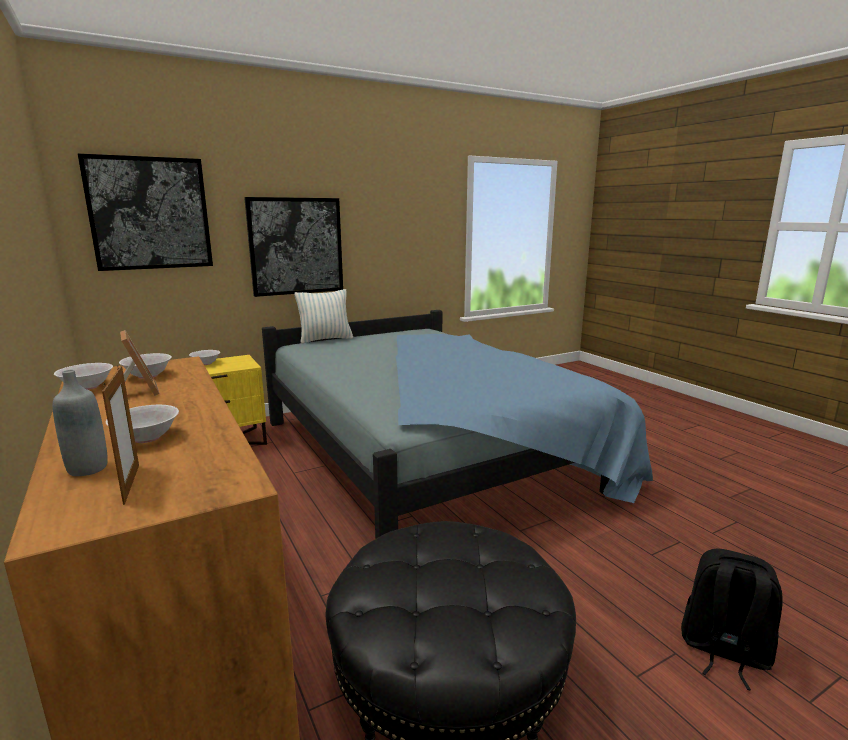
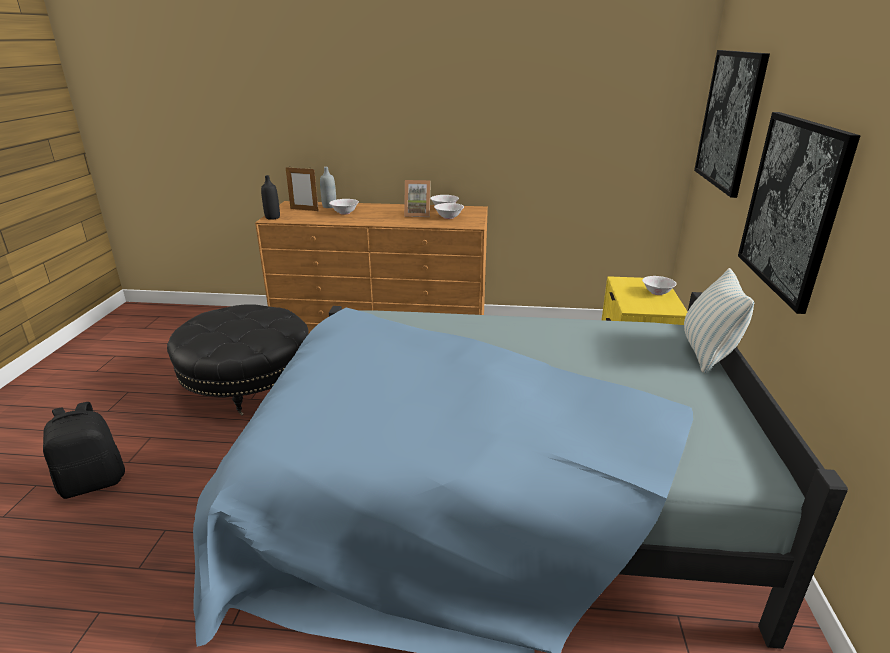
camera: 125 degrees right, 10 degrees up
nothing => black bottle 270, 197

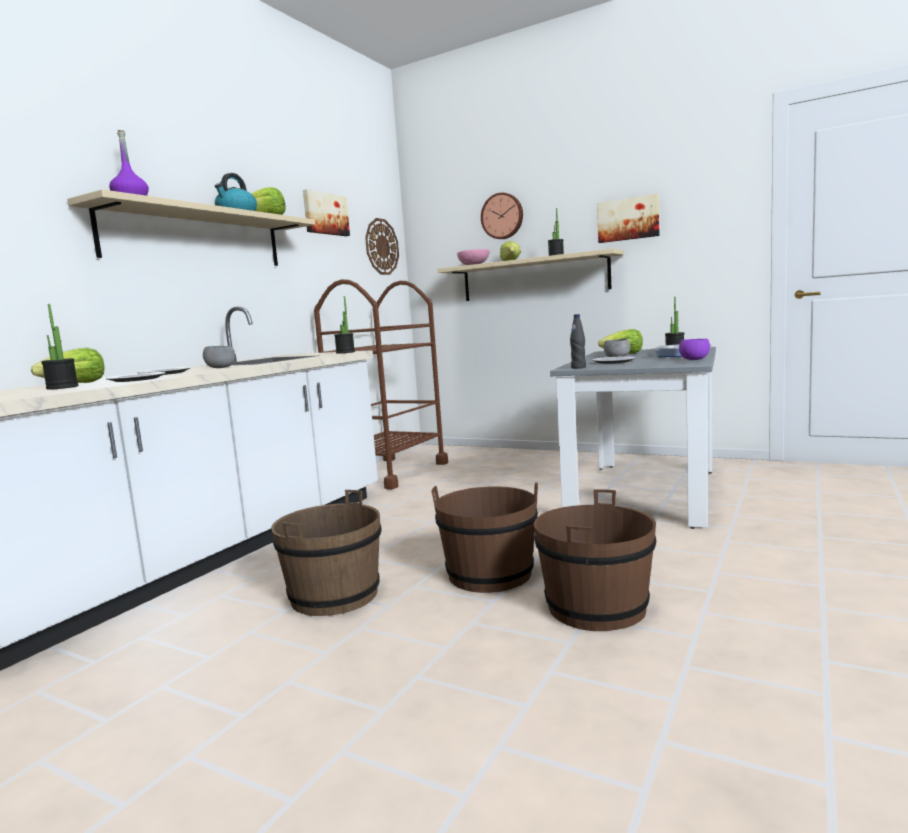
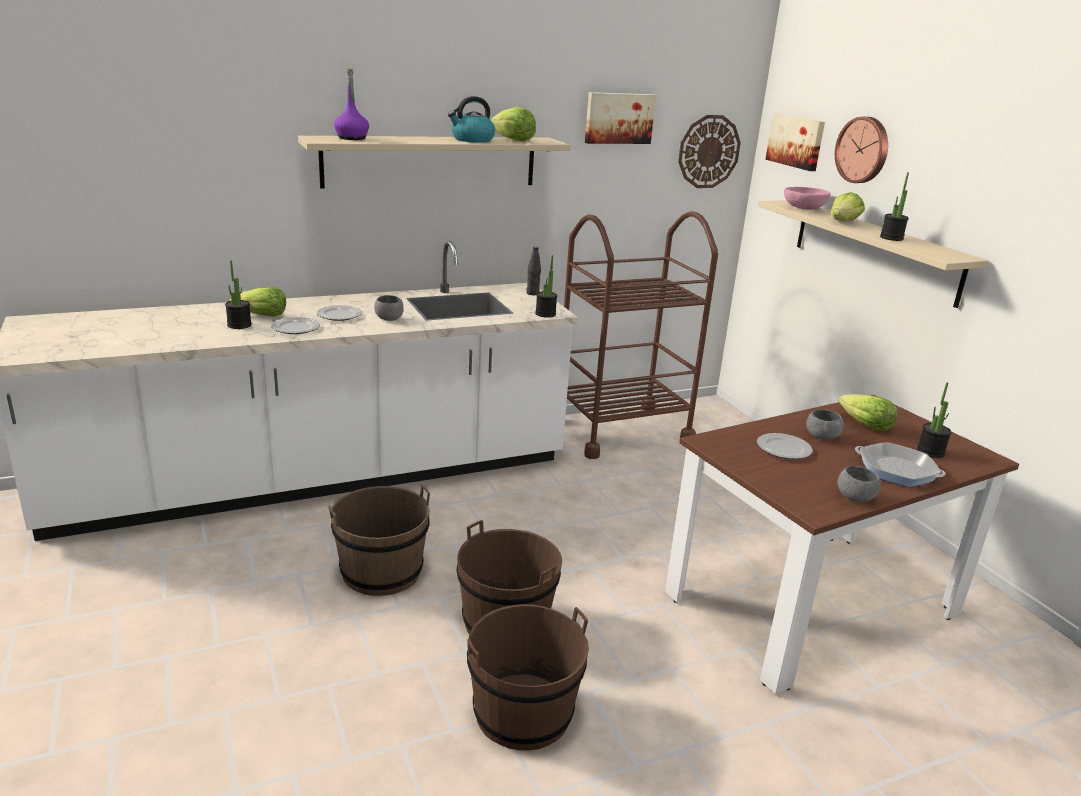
camera: 35 degrees right, 15 degrees up
black bottle 578, 341 => black bottle 533, 270, move
grey dining table 633, 438 => brown dining table 842, 544
picture 628, 218 => picture 795, 142, move
purple bowl 694, 349 => grey bowl 859, 484

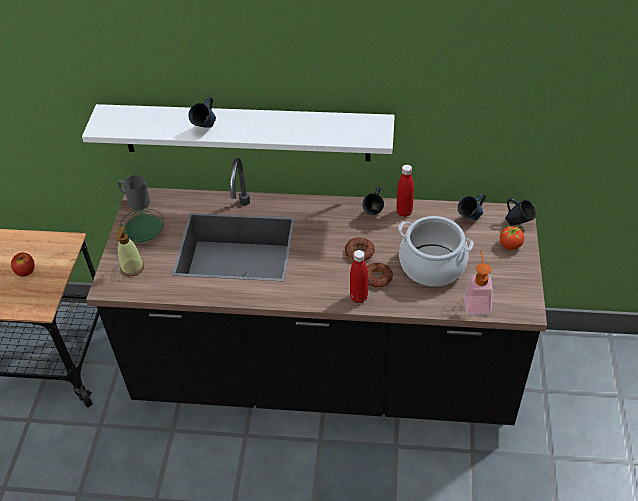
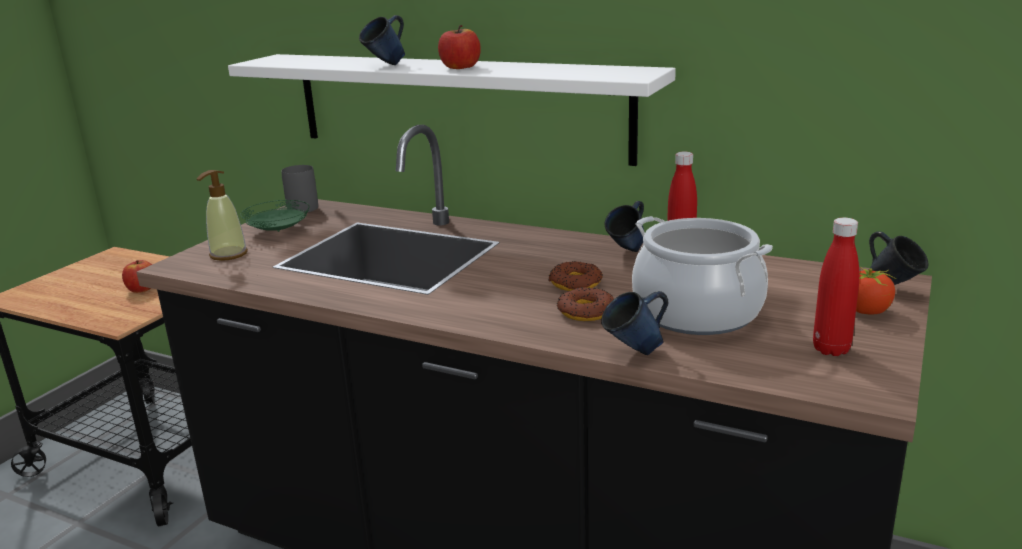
camera: 20 degrees right, 25 degrees down
nothing => apple 459, 47
blue mug 472, 207 => blue mug 634, 323, move
red bottle 359, 276 => red bottle 836, 287, move
soap dispenser 478, 282 => nothing

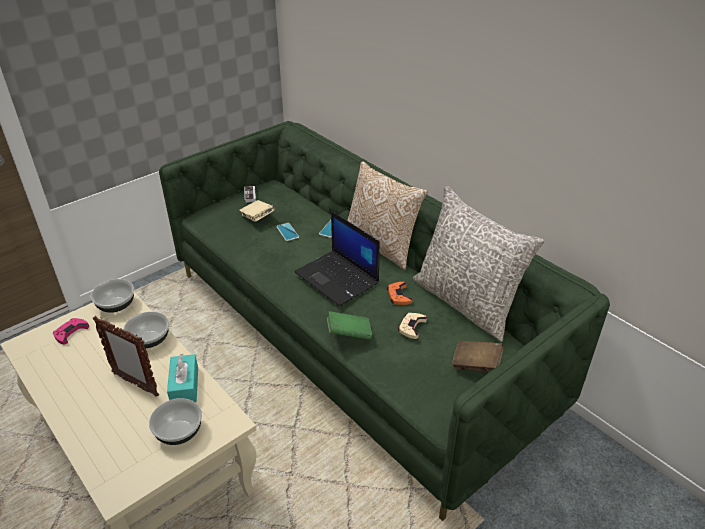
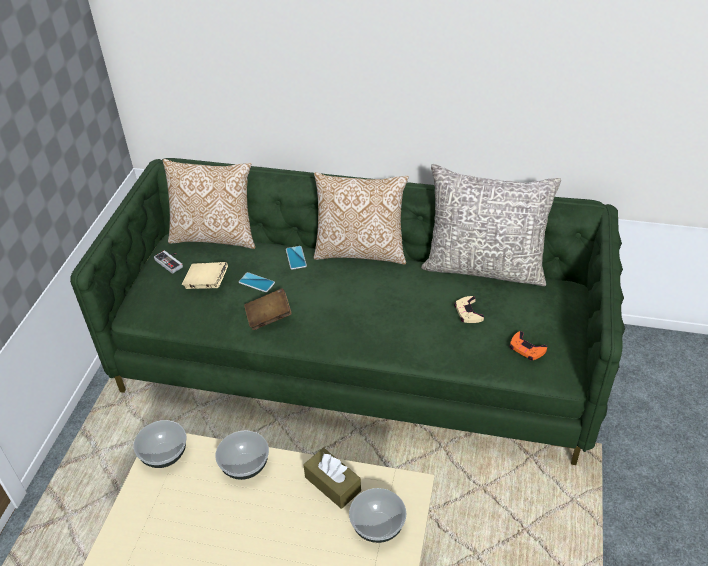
camera: 35 degrees left, 5 degrees up
nothing => pillow 209, 204
brown book 477, 356 => brown book 268, 309, move
turquoise tissue box 182, 378 => brown tissue box 332, 478
orange game controller 399, 293 => orange game controller 528, 345, move
pink game controller 71, 331 => nothing
picture frame 125, 356 => nothing
laptop 337, 258 => nothing
green book 349, 325 => nothing

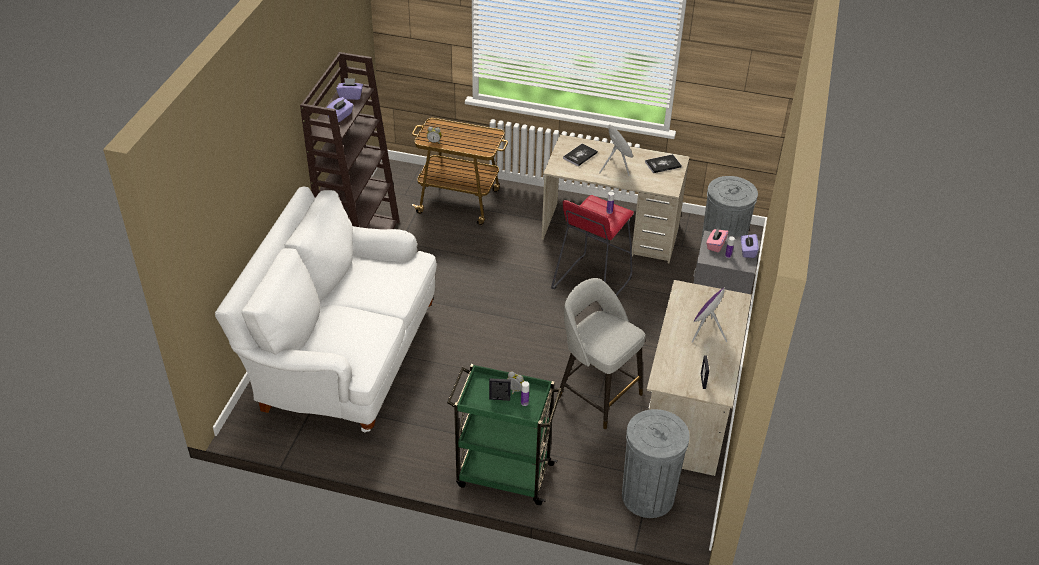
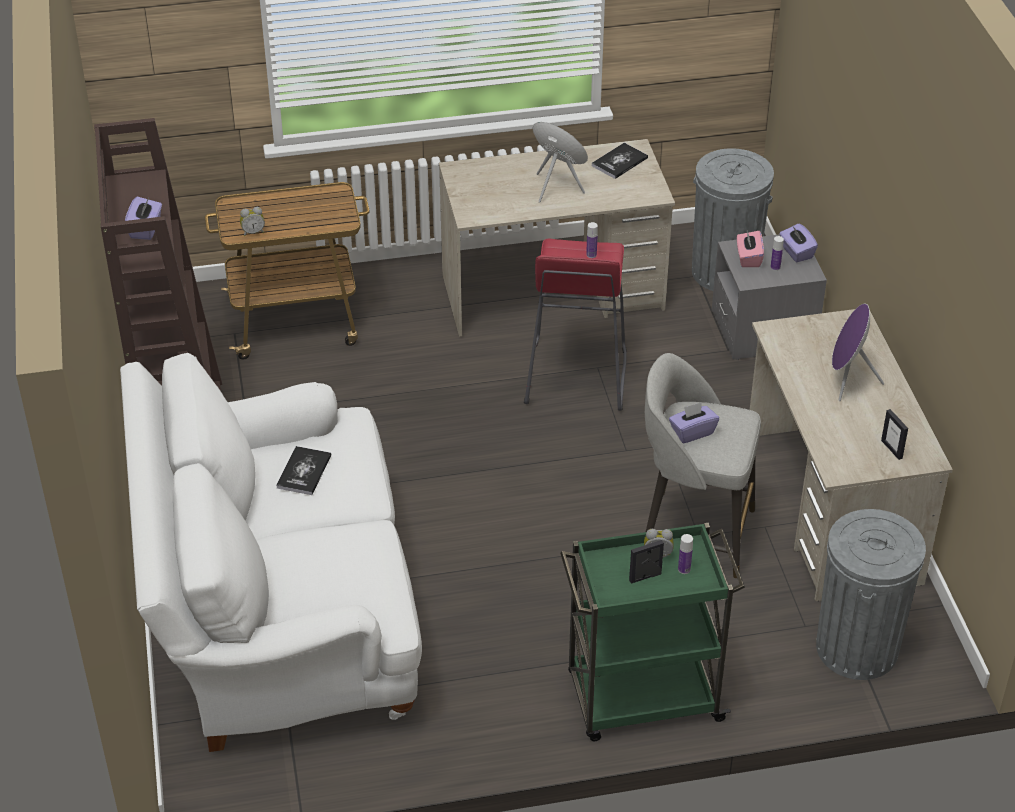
camera: 25 degrees left, 0 degrees up
book 580, 154 => book 303, 470, move
purple tissue box 349, 89 => purple tissue box 694, 422, move

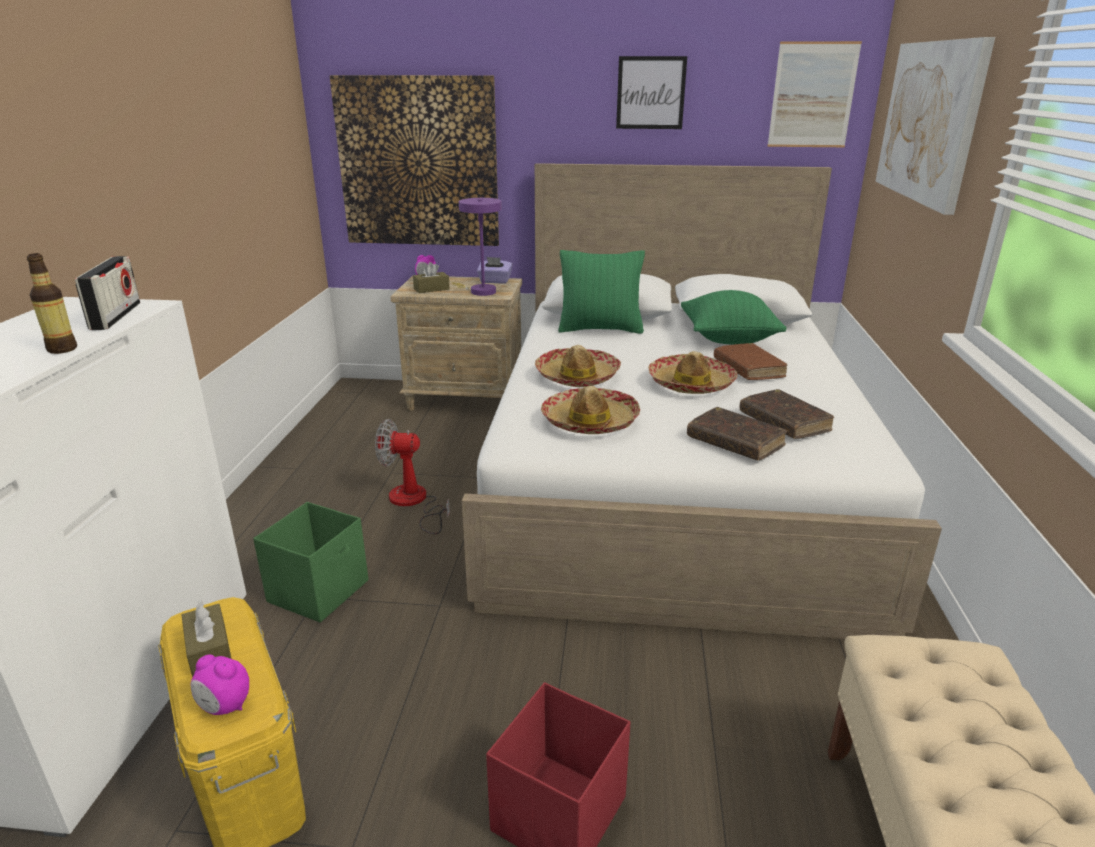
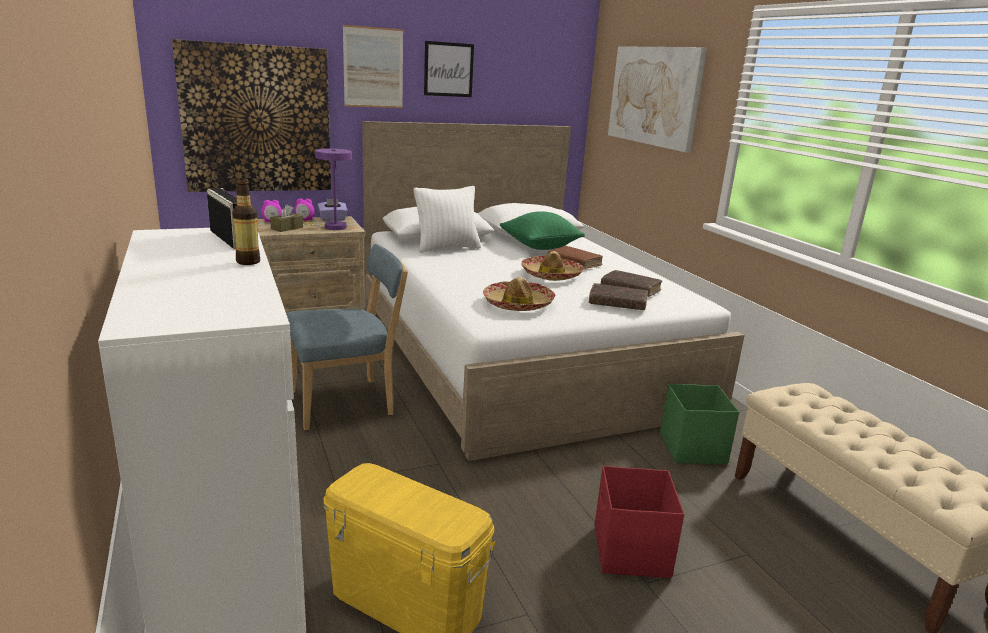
camera: 30 degrees left, 5 degrees down
fan 412, 476 => blue chair 347, 337
alarm clock 220, 684 => alarm clock 304, 209, move
picture 814, 94 => picture 373, 66, move
green pillow 601, 292 => white pillow 447, 219
green storage box 310, 562 => green storage box 699, 424, move
brown tissue box 206, 639 => nothing
hat 578, 366 => nothing

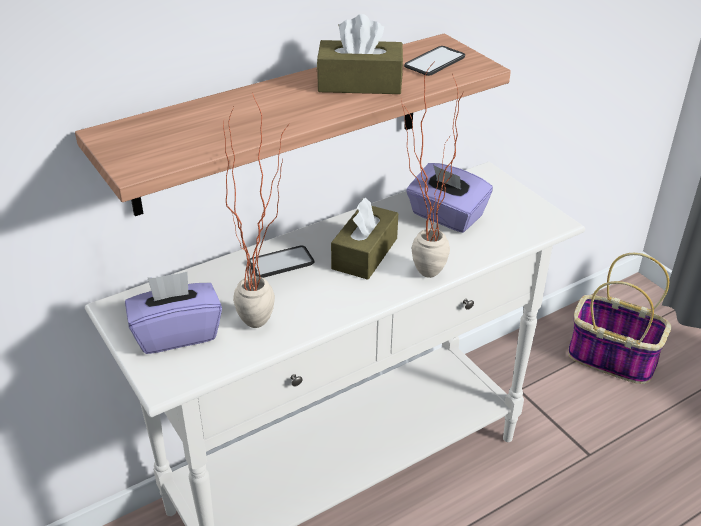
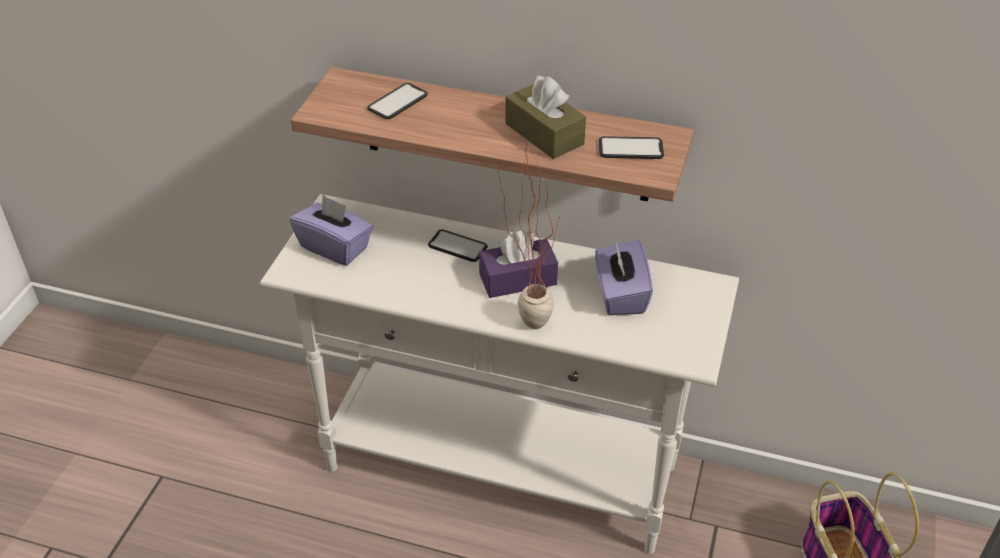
camera: 50 degrees right, 5 degrees up
nothing => phone 397, 101
brown tissue box 364, 239 => purple tissue box 518, 264
potted plant 256, 210 => nothing

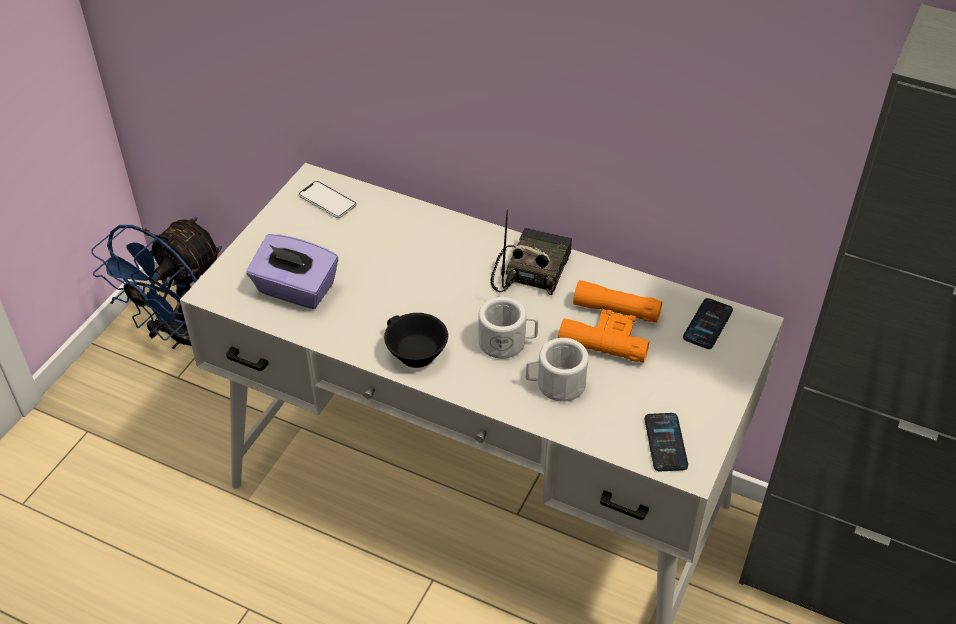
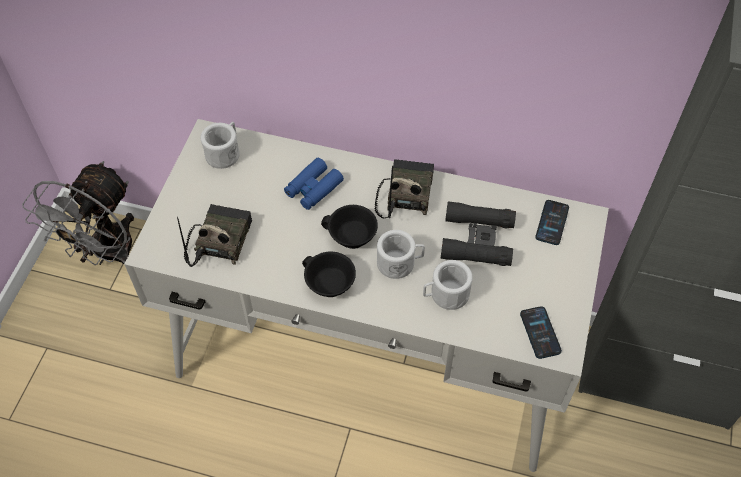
camera: 10 degrees left, 10 degrees up
blue fan 156, 283 => grey fan 78, 213
purple tissue box 292, 271 => radio 214, 235
phone 327, 199 => white mug 220, 145
nothing => blue binoculars 314, 184
nothing => black cup 349, 227
orange binoculars 610, 321 => black binoculars 478, 233

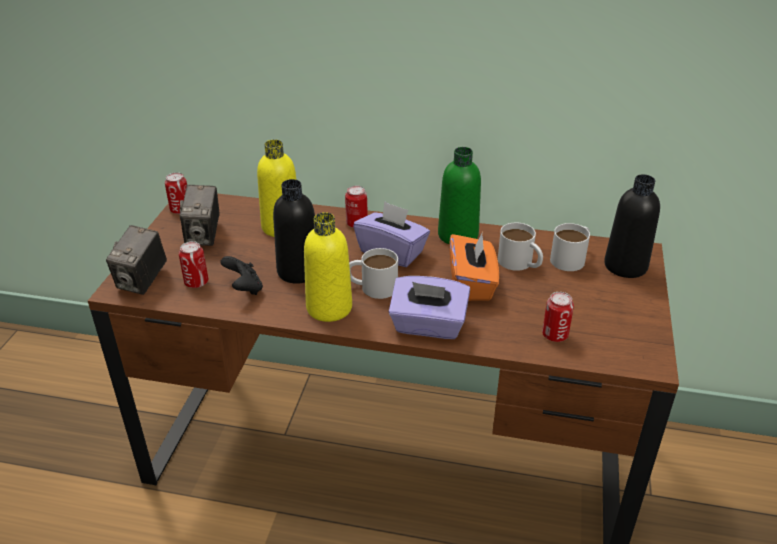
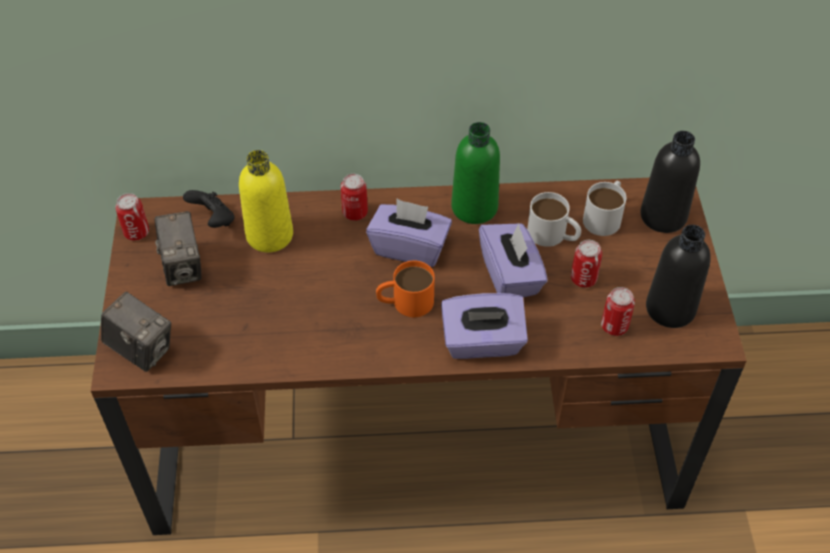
camera: 15 degrees left, 15 degrees up
photo camera 136, 260 => photo camera 136, 332, 60 degrees counterclockwise
black game controller 242, 275 => black game controller 209, 209, move
white mug 373, 273 => orange mug 405, 288
orange tissue box 474, 266 => purple tissue box 513, 260
can 193, 264 => can 586, 264, move
black bottle 294, 231 => black bottle 678, 276, move
yellow bottle 328, 267 => nothing

